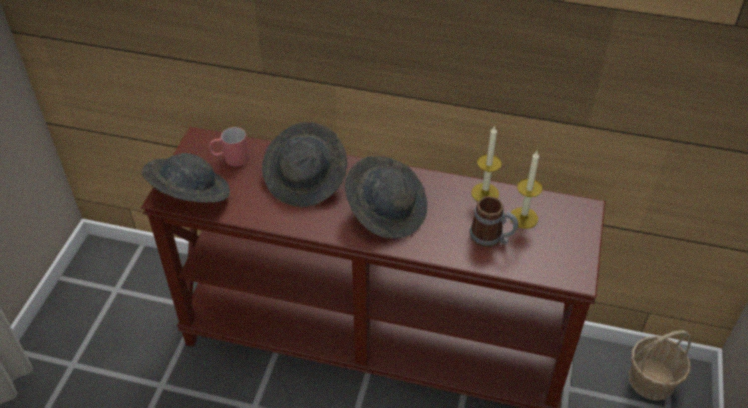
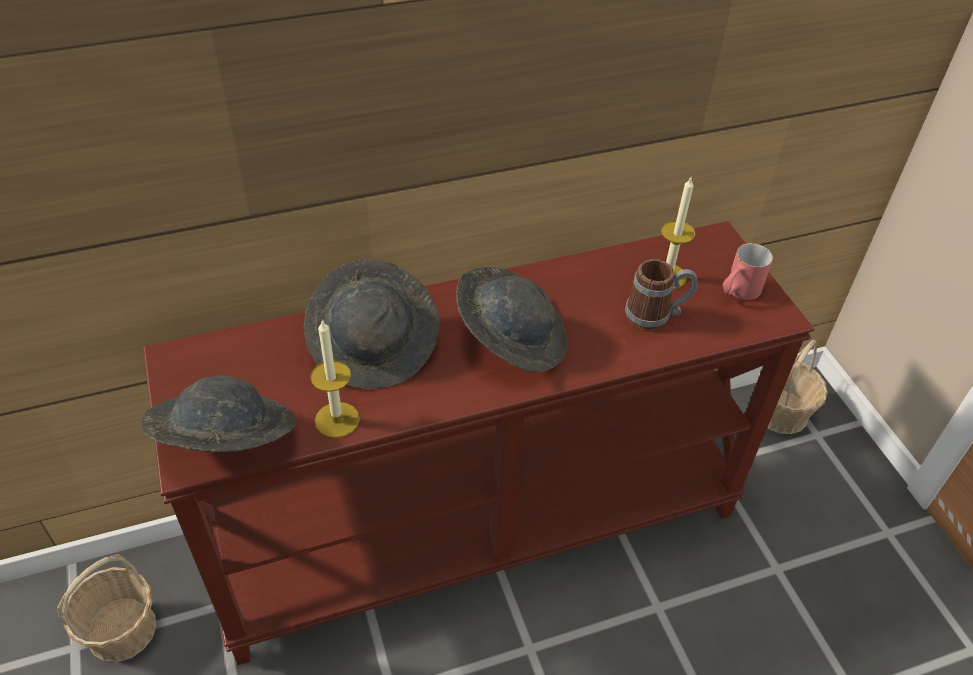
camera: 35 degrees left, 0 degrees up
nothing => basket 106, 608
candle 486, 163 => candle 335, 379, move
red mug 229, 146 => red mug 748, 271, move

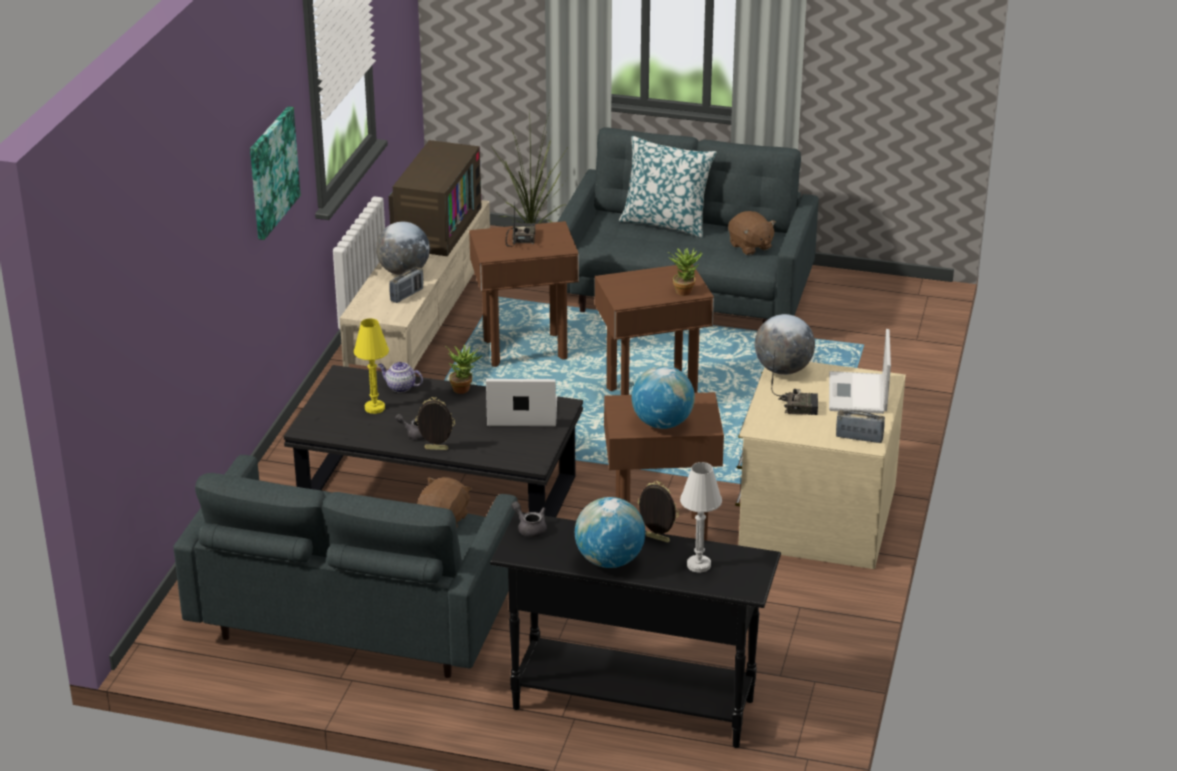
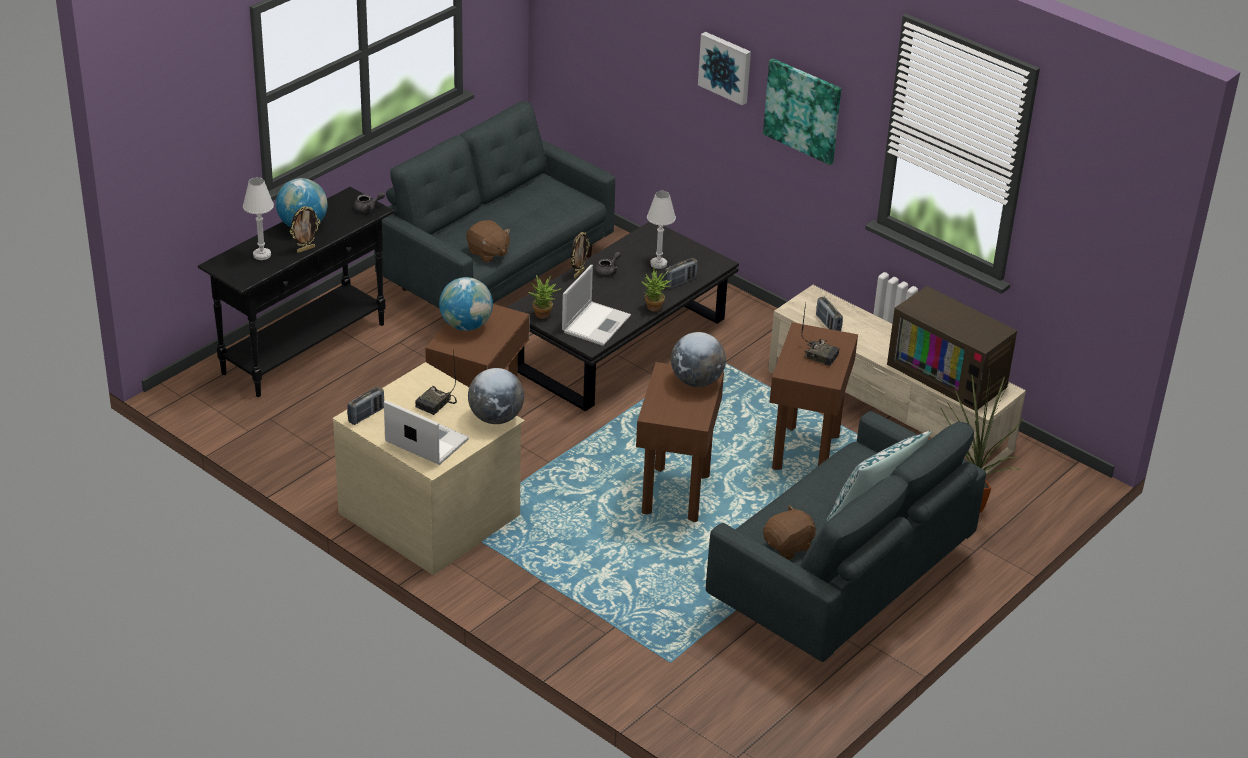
camera: 115 degrees right, 5 degrees up
potted plant 685, 271 => potted plant 544, 297, move
yellow table lamp 371, 366 => white table lamp 661, 230
teapot 400, 377 => radio 681, 273
globe 403, 248 => globe 698, 359, move
nothing => picture 724, 69
brown plush toy 752, 233 => brown plush toy 790, 532, 150 degrees clockwise

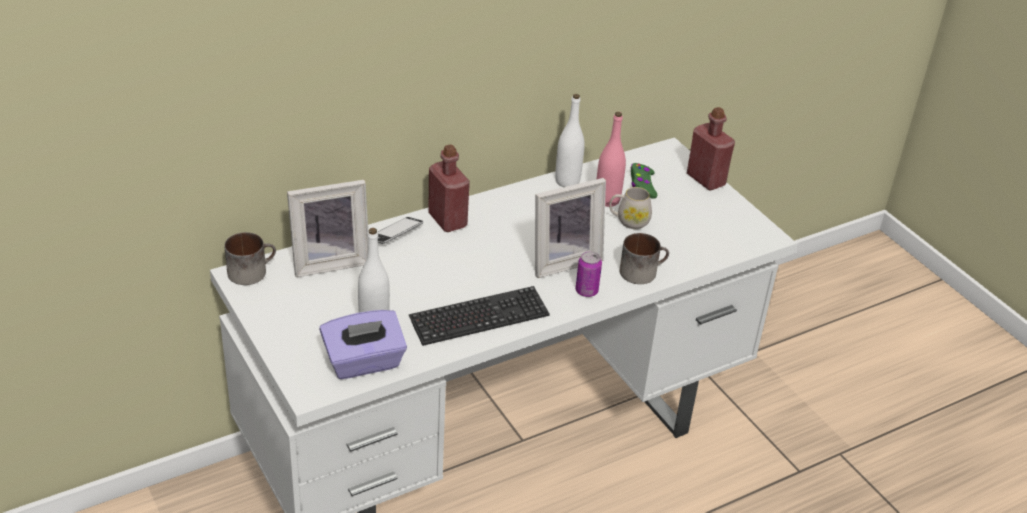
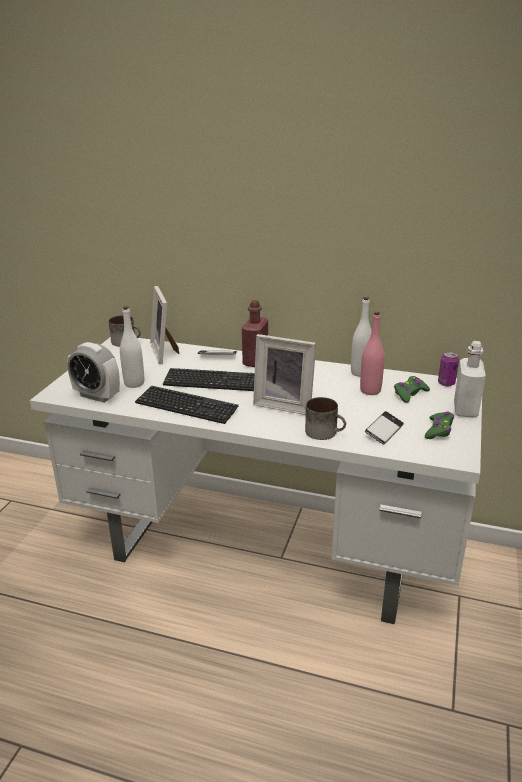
camera: 50 degrees right, 10 degrees down
purple tissue box 363, 344 => alarm clock 93, 372
picture frame 327, 228 => picture frame 164, 325, 45 degrees clockwise
nothing => keyboard 209, 379
nothing => phone 384, 427
nothing => green game controller 439, 425
can 588, 274 => can 448, 368, move
red bottle 711, 148 => white bottle 470, 379
white mug 631, 208 => nothing

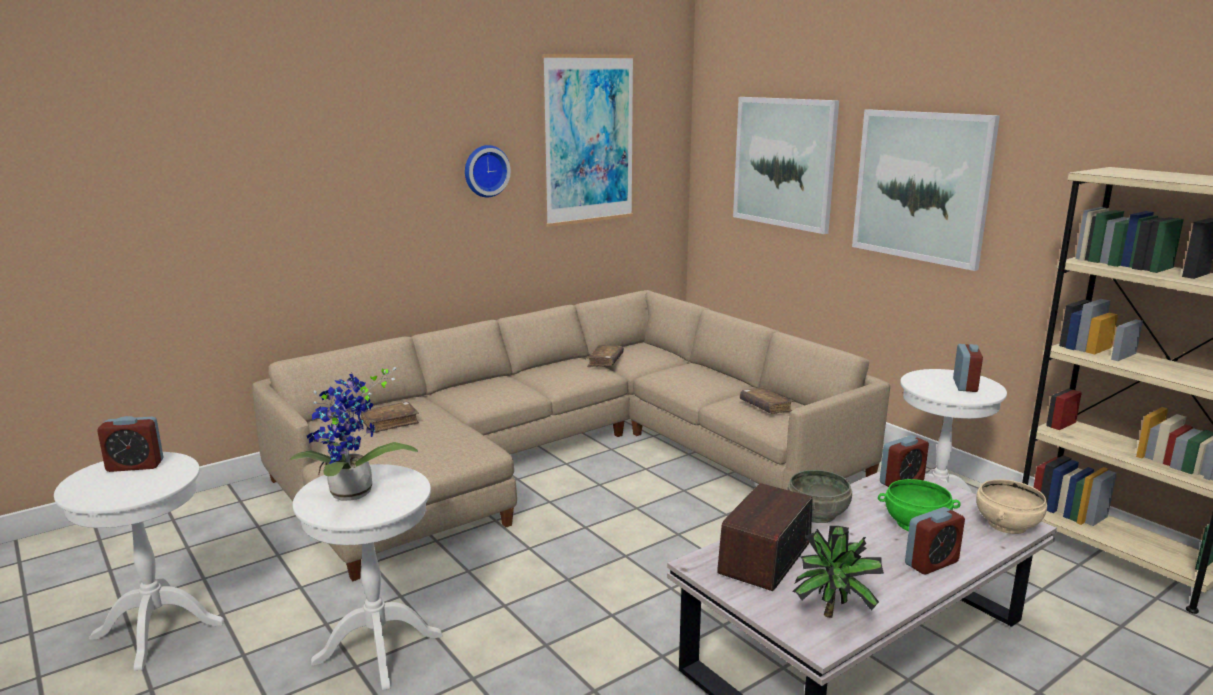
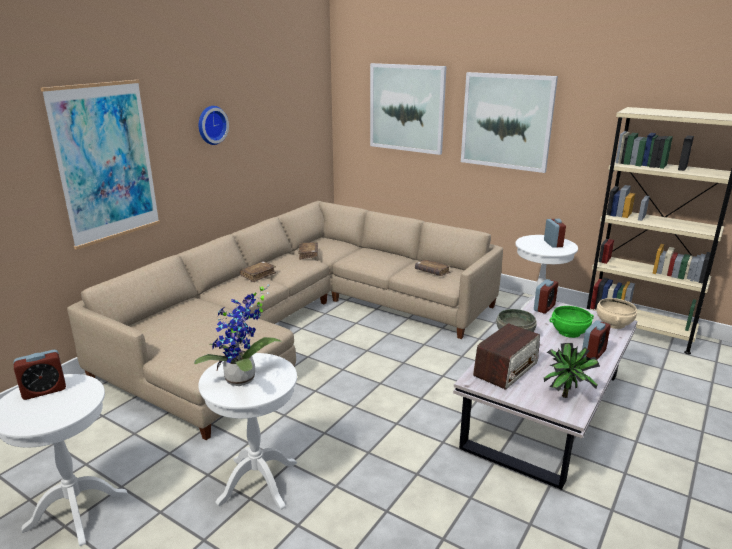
camera: 20 degrees left, 5 degrees up
picture 588, 140 => picture 100, 165, move
brown book 390, 417 => brown book 258, 271, move
radio 765, 537 => radio 506, 356, 150 degrees counterclockwise

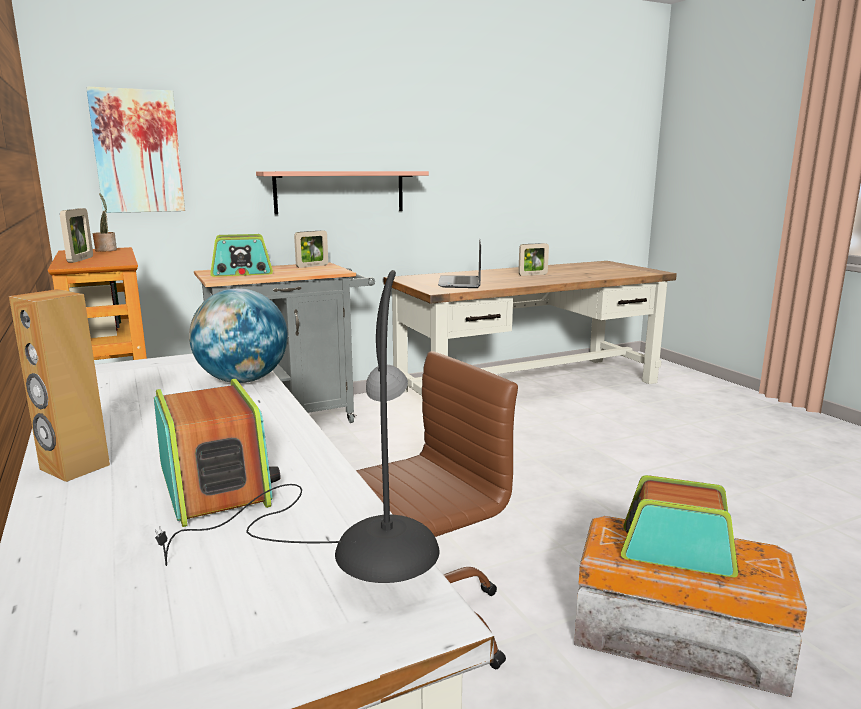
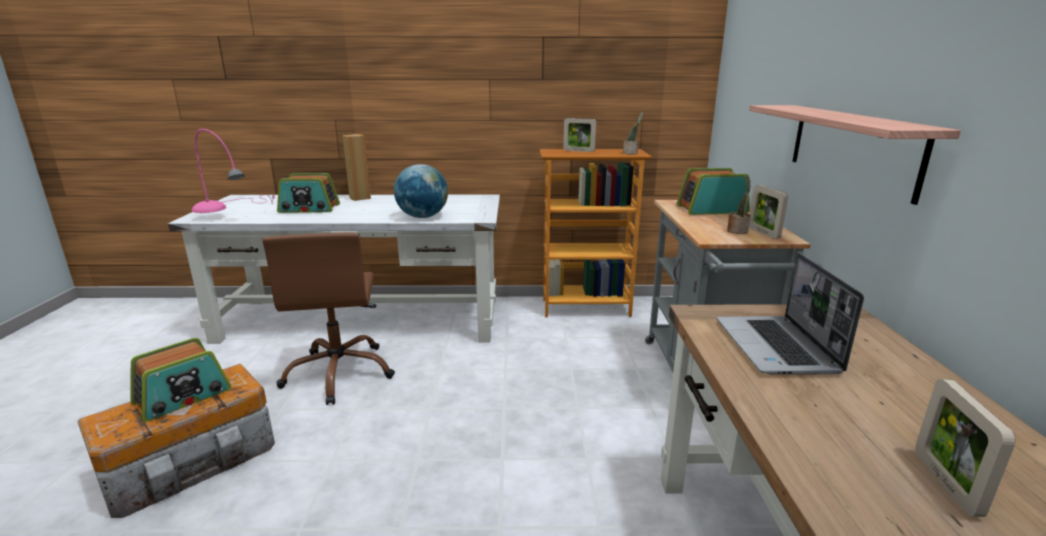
camera: 115 degrees right, 5 degrees up
grey table lamp 297, 426 => pink table lamp 233, 171
radio 241, 255 => radio 713, 191, 75 degrees clockwise
laptop 459, 263 => laptop 790, 314, 120 degrees counterclockwise
nothing => potted plant 739, 204
picture 135, 149 => nothing

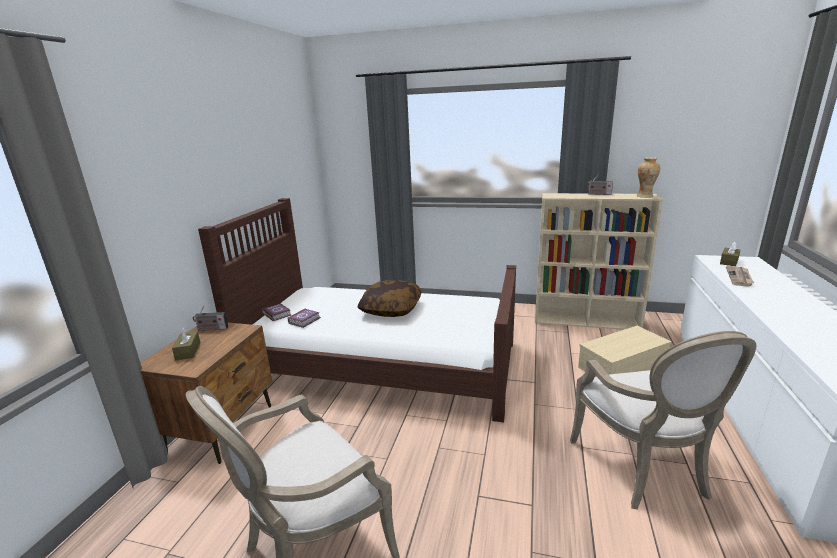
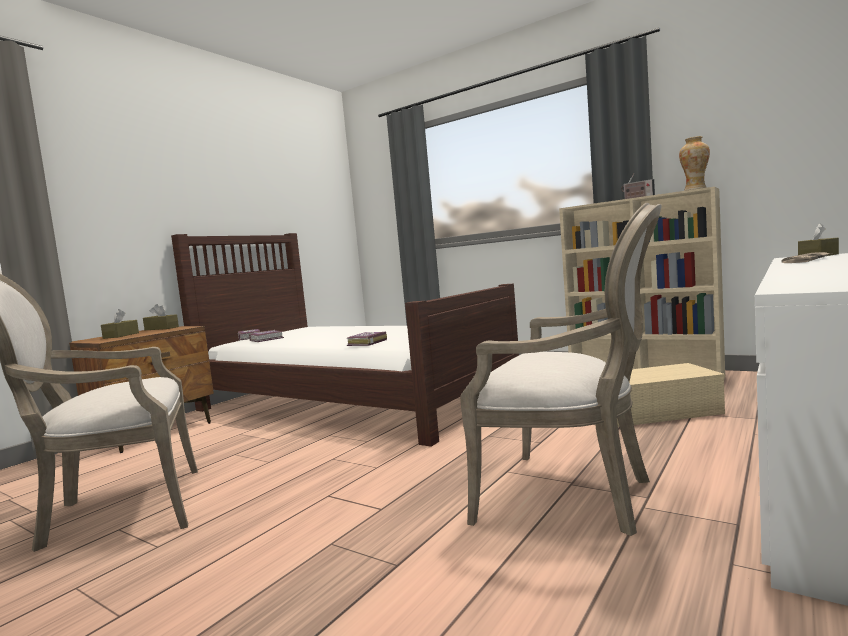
camera: 20 degrees right, 15 degrees down
radio 210, 318 => brown tissue box 161, 317
nothing => book 367, 339
armchair 663, 420 => armchair 560, 369, 75 degrees counterclockwise
pillow 390, 298 => nothing

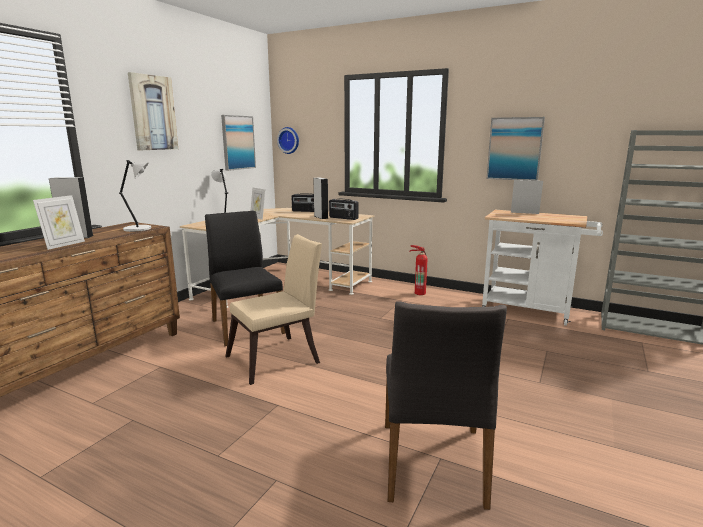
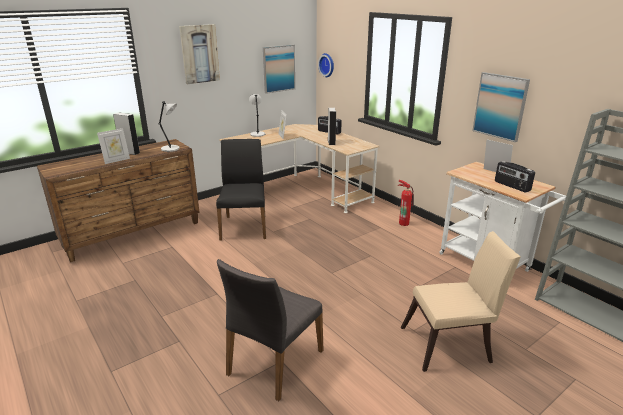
camera: 25 degrees right, 10 degrees up
beige chair 273, 309 => beige chair 461, 301, move
radio 344, 209 => radio 515, 177, move

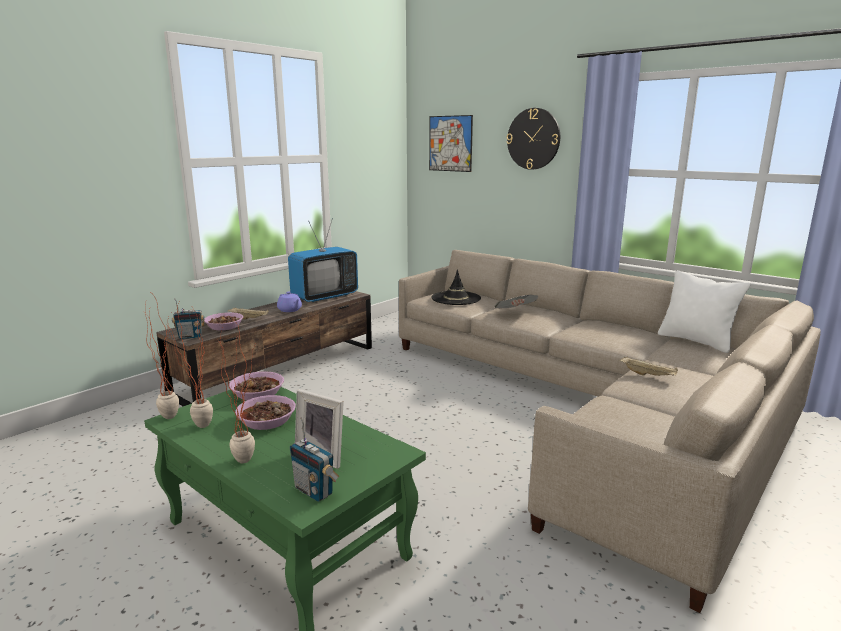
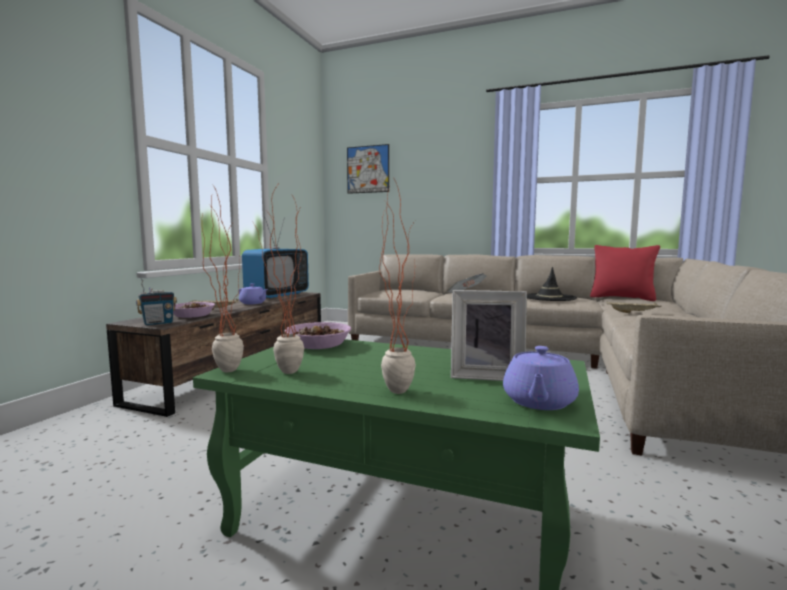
camera: 20 degrees left, 10 degrees down
radio 314, 459 => purple teapot 541, 378
black hat 456, 287 => black hat 552, 284, move
white pillow 704, 311 => red pillow 625, 273
bowl 265, 412 => nothing
wall clock 533, 139 => nothing

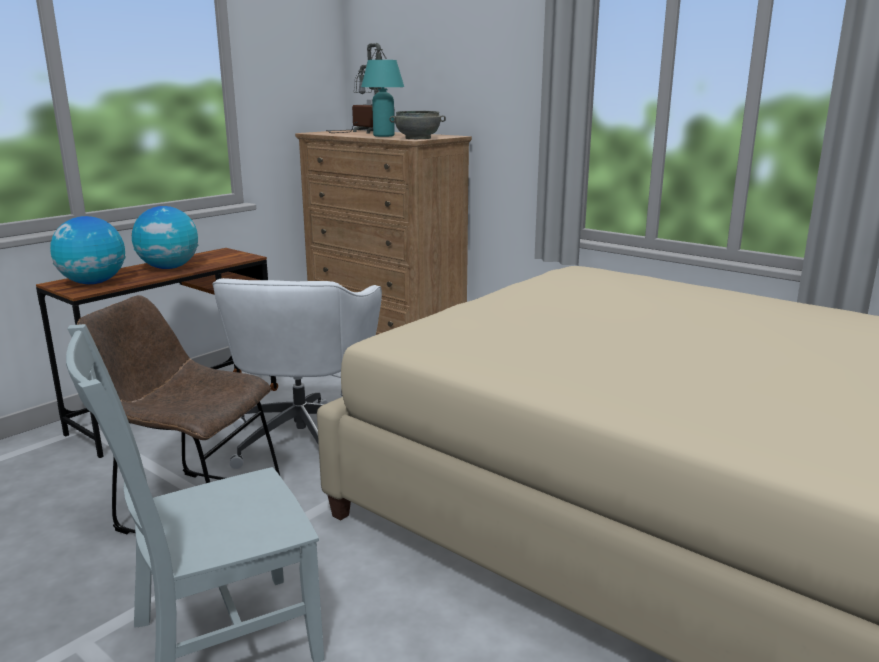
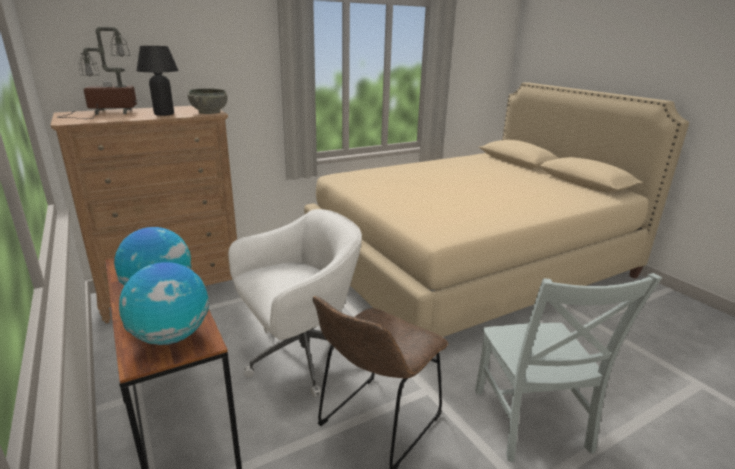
camera: 70 degrees left, 5 degrees up
turquoise table lamp 382, 98 => black table lamp 157, 81
white office chair 297, 373 => white office chair 295, 303, 60 degrees counterclockwise

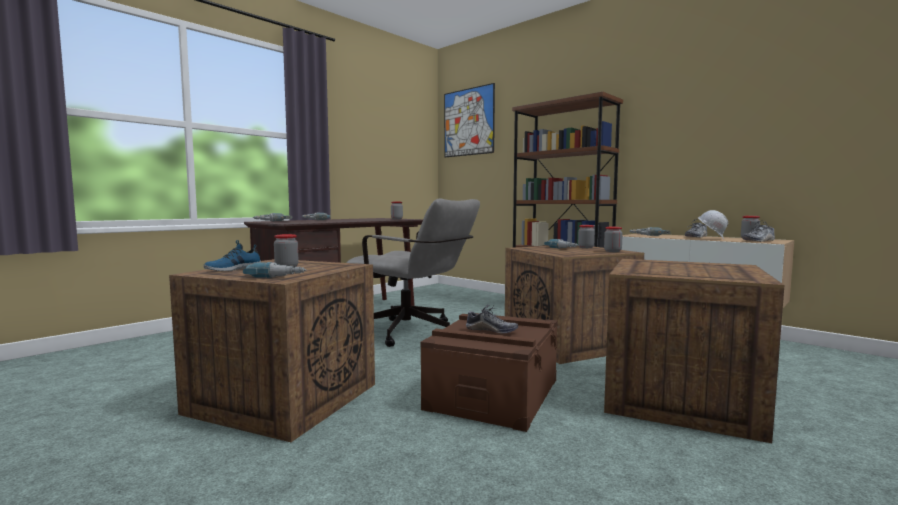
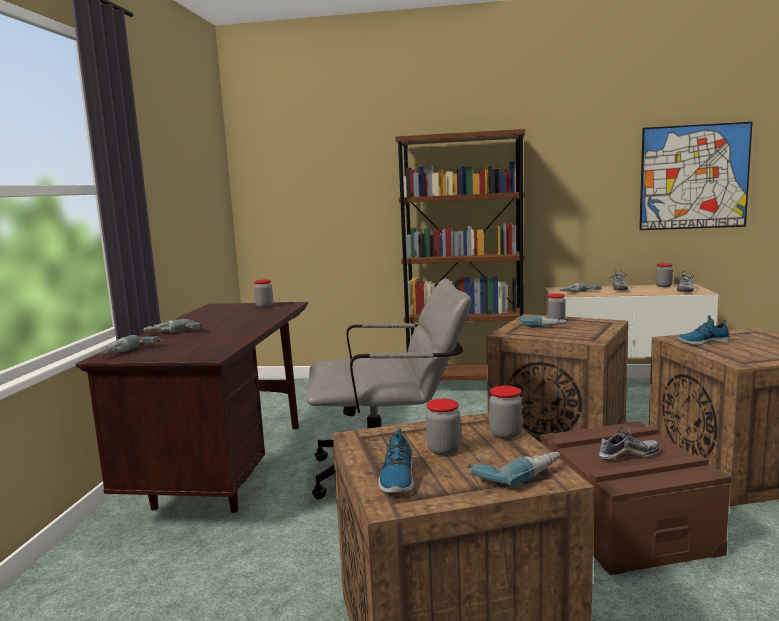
camera: 35 degrees left, 5 degrees up
jar 613, 239 => jar 505, 412, move
picture 469, 120 => picture 696, 176, move
nothing => shoe 704, 330
white hard hat 713, 225 => nothing

